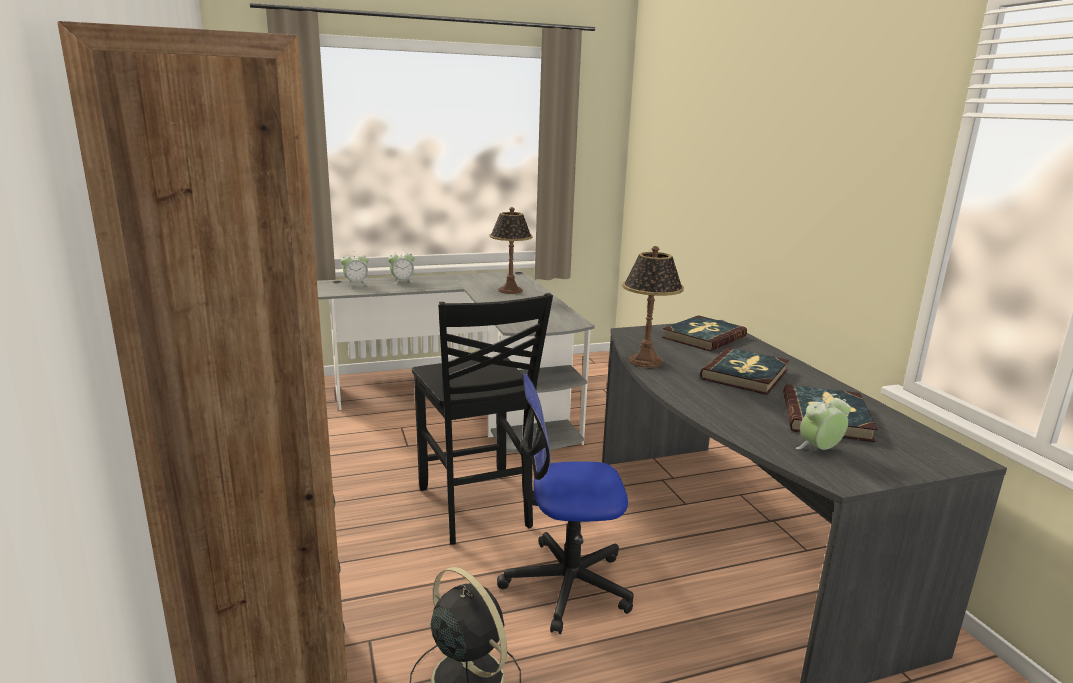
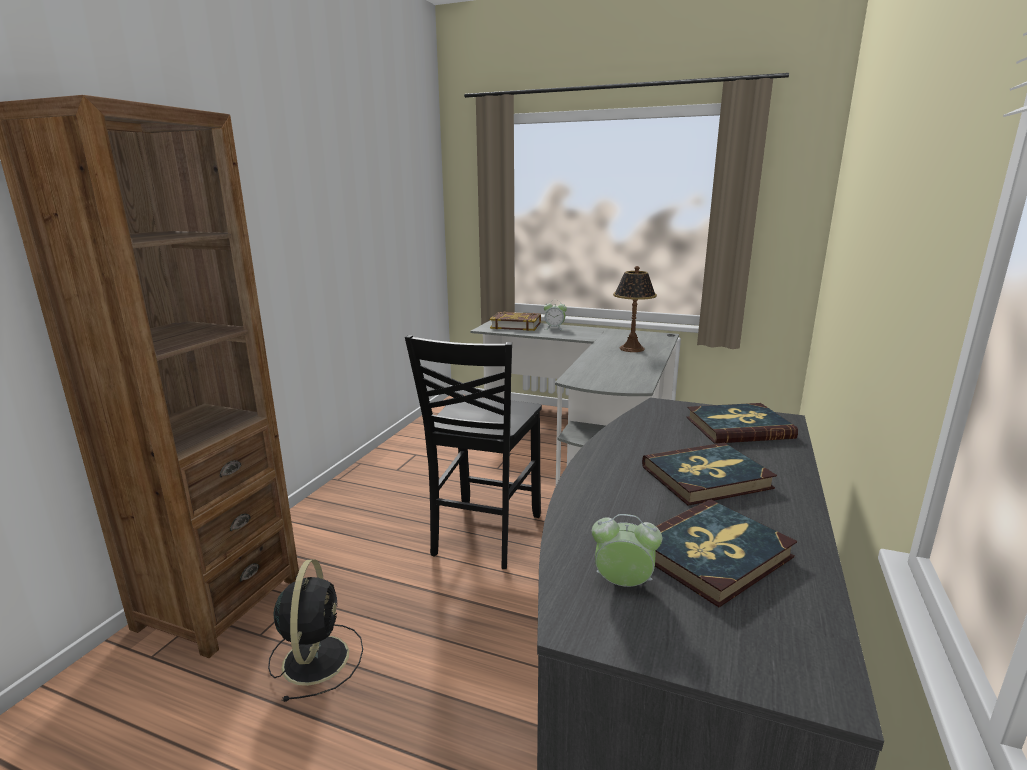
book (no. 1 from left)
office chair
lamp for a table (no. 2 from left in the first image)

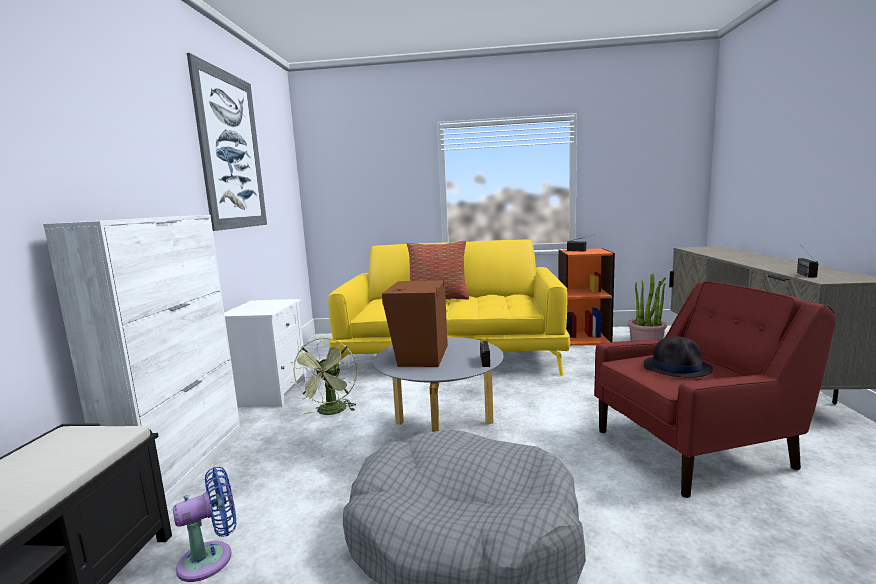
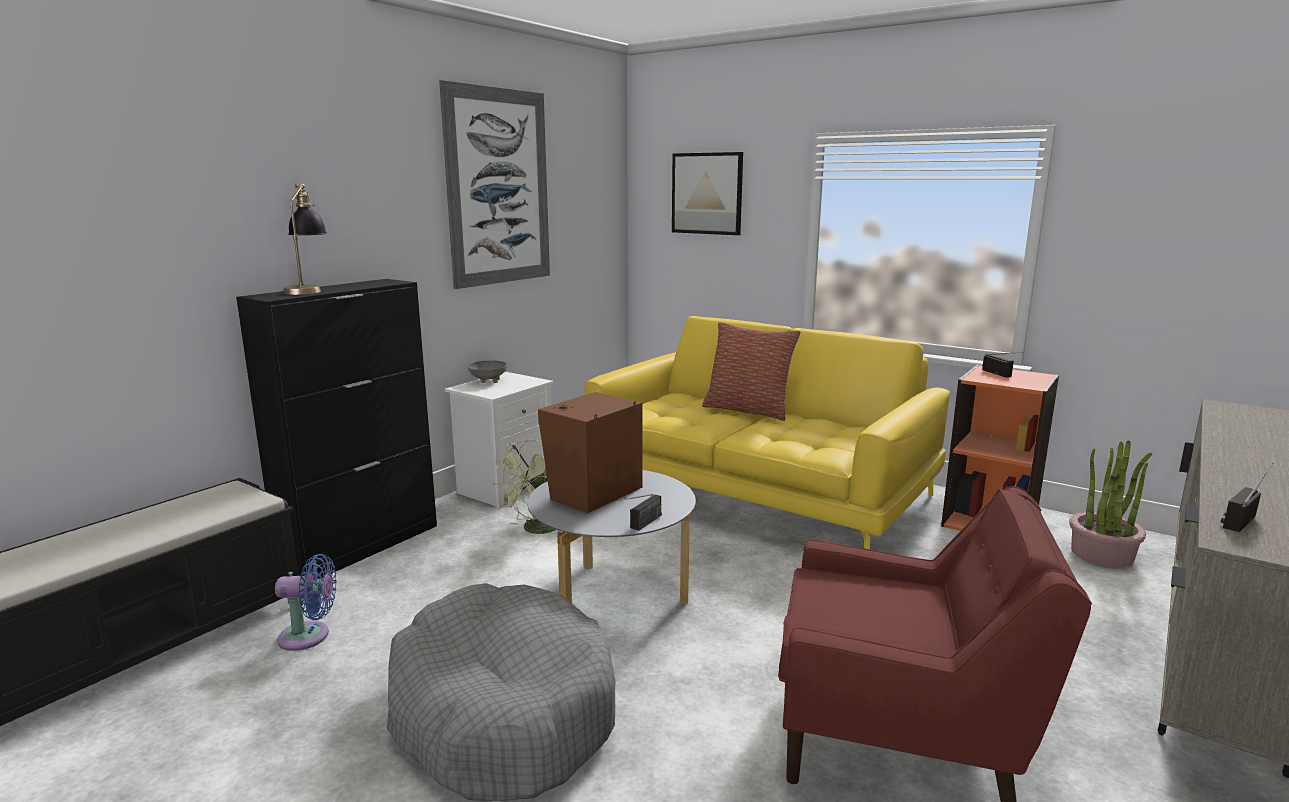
black-coloured storage cabinet
black-coloured hat
lamp for a table
gray bowl
wall picture (no. 2 from left)

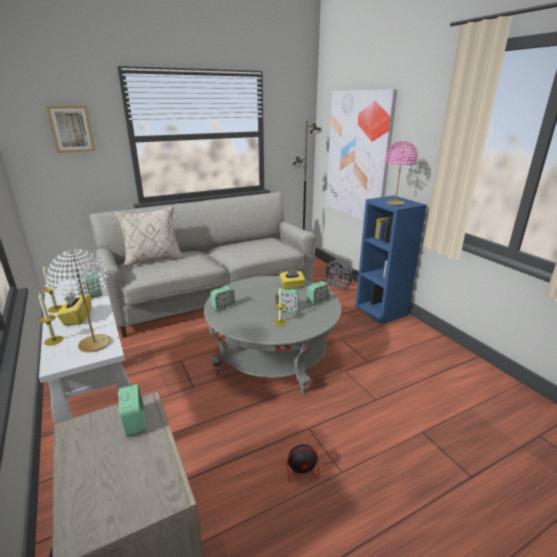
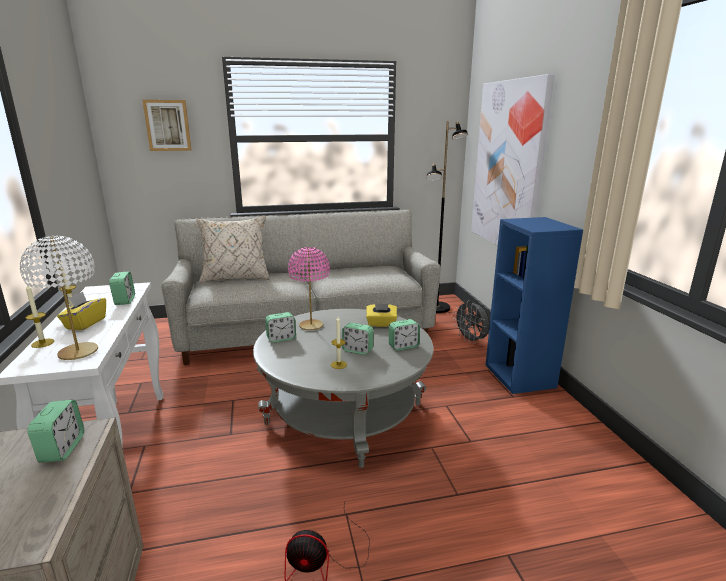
pink-coloured lamp for a table

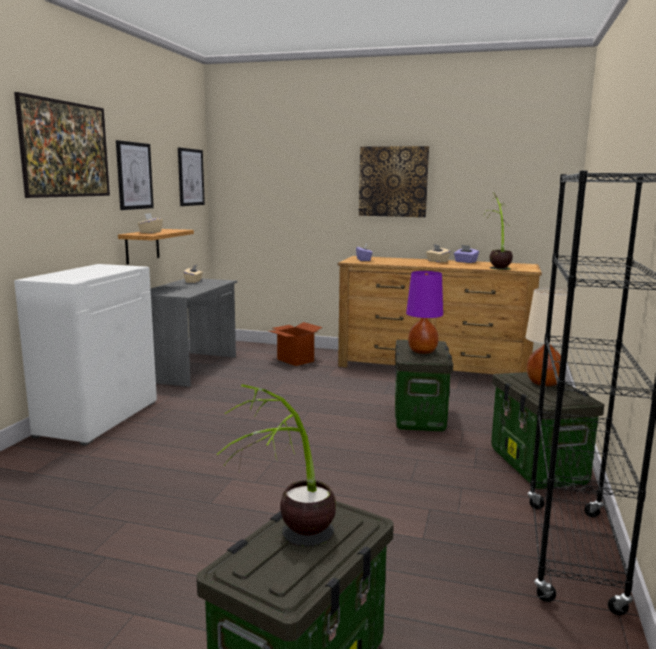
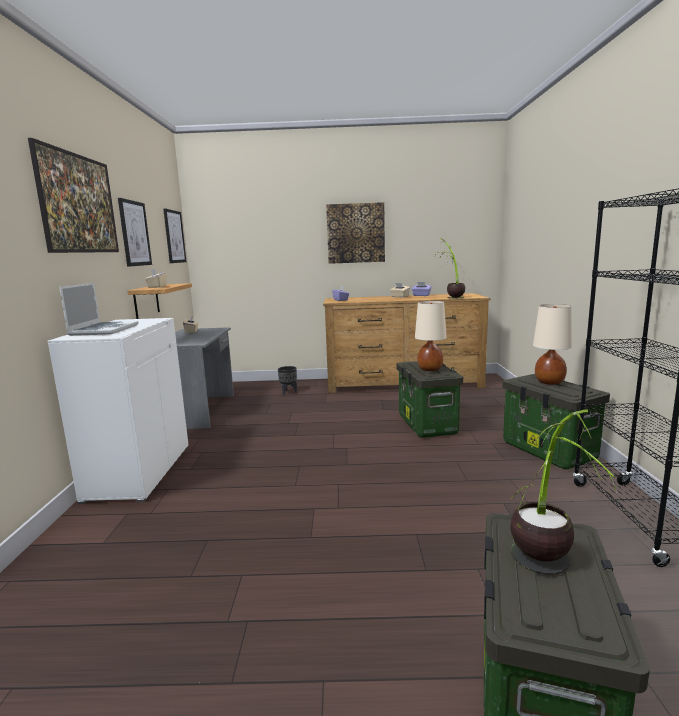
black-coloured flower pot
sand-coloured lamp for a table (no. 1 from left)
portable computer

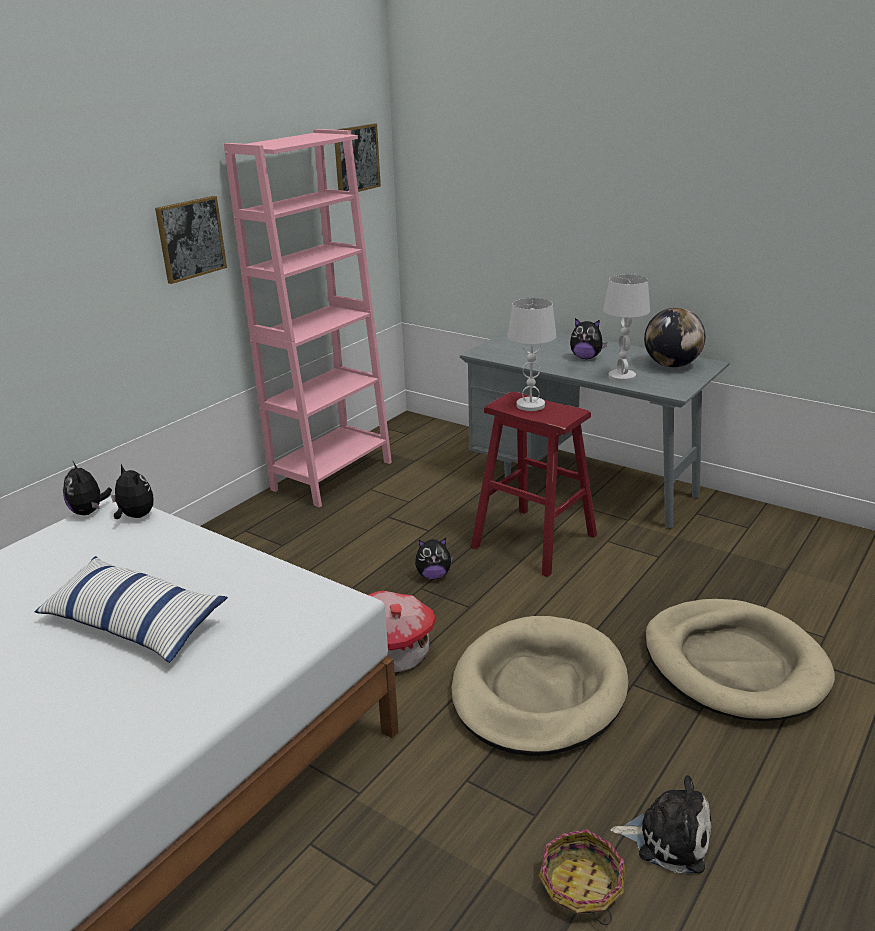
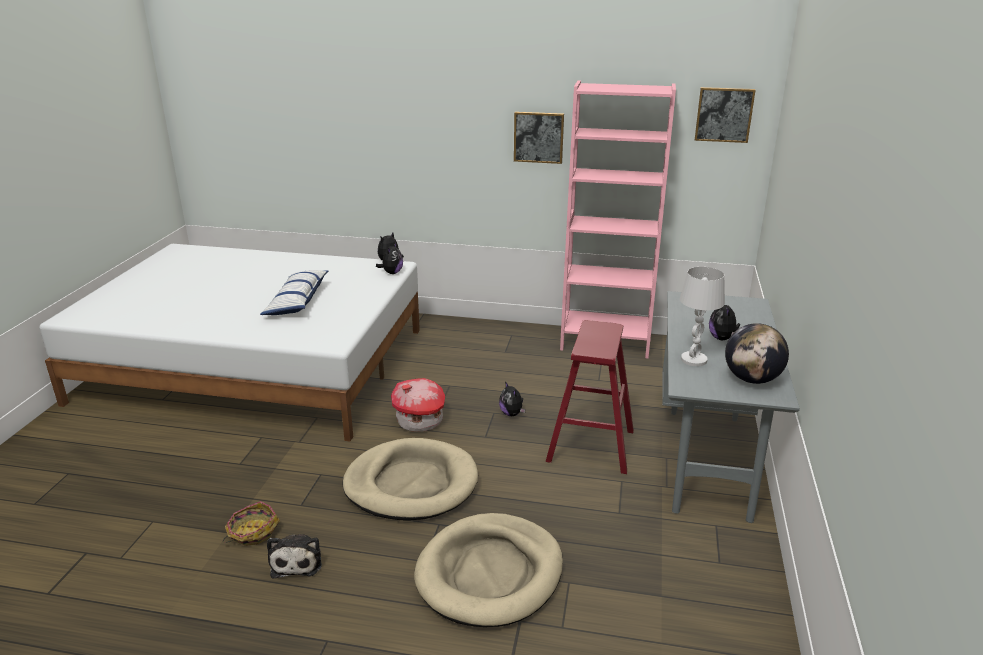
whitish lamp for a table (no. 1 from left in the first image)

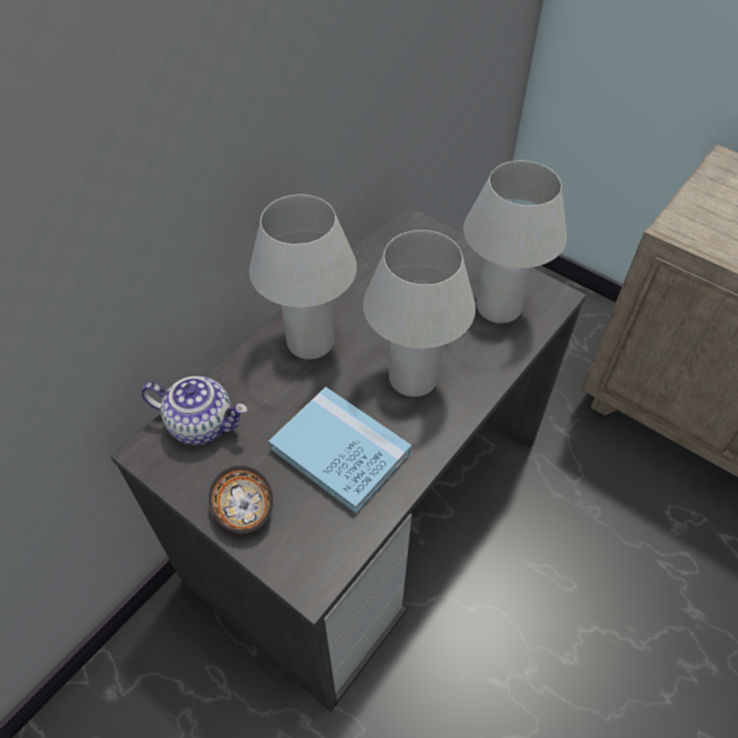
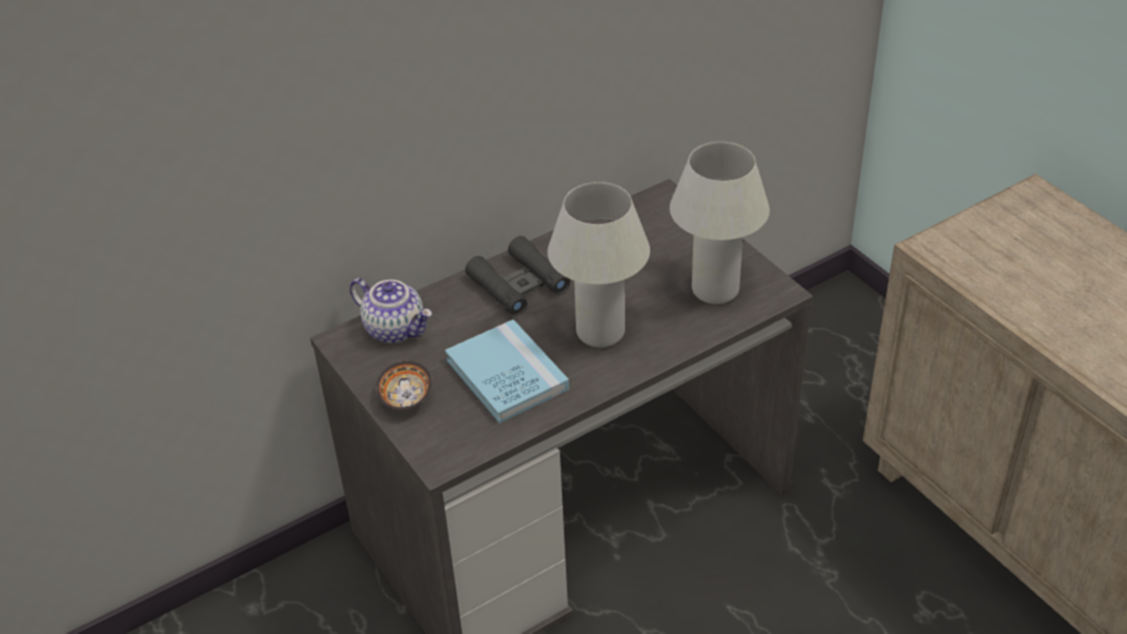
black-coloured pair of binoculars

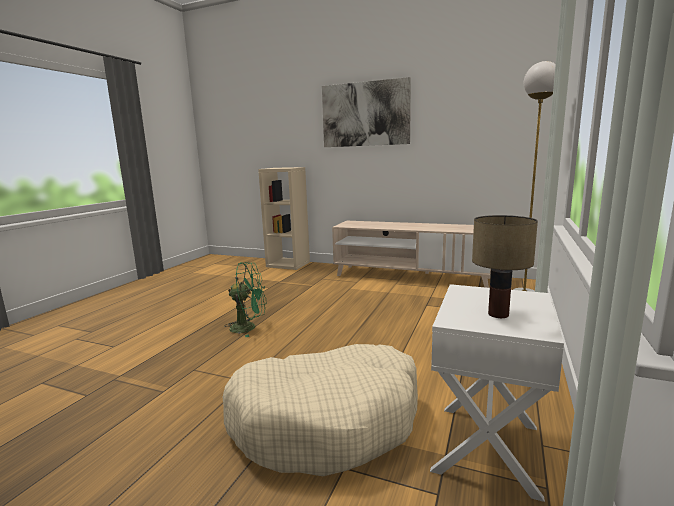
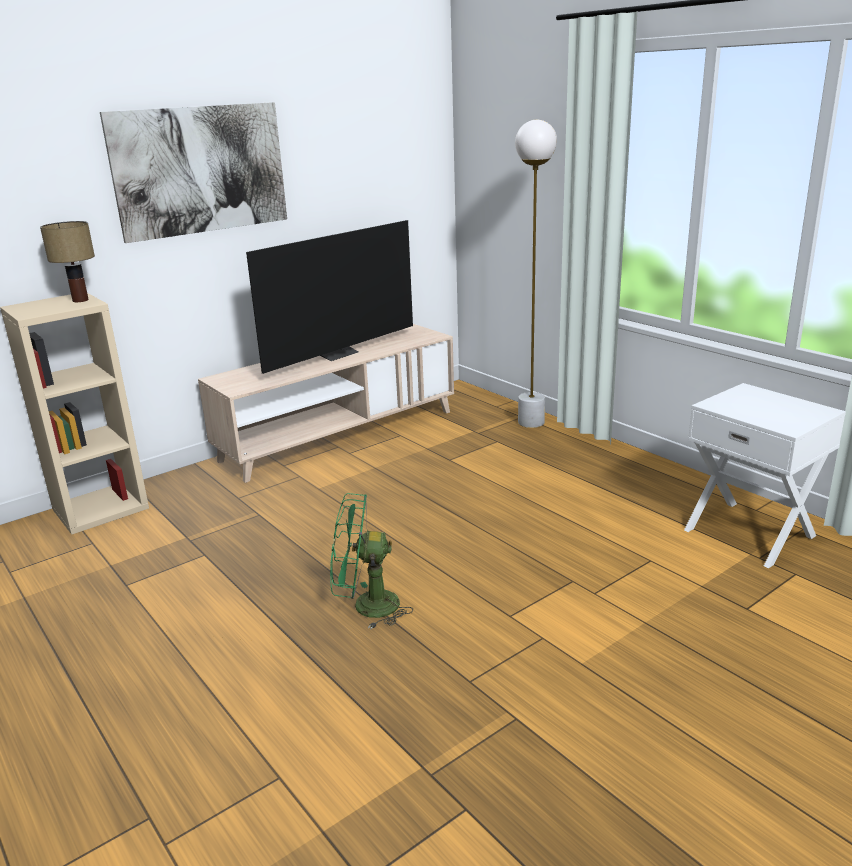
sand-coloured pet bed
green cooling fan
lamp for a table
TV

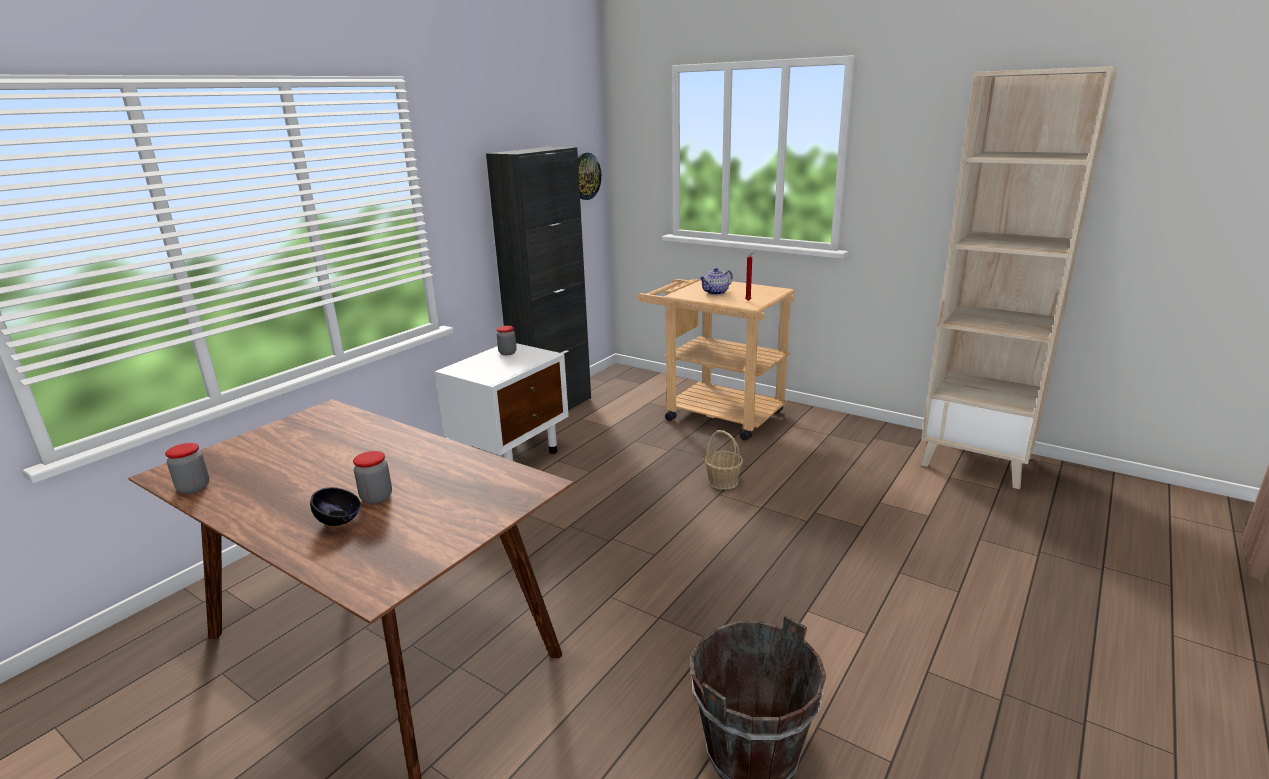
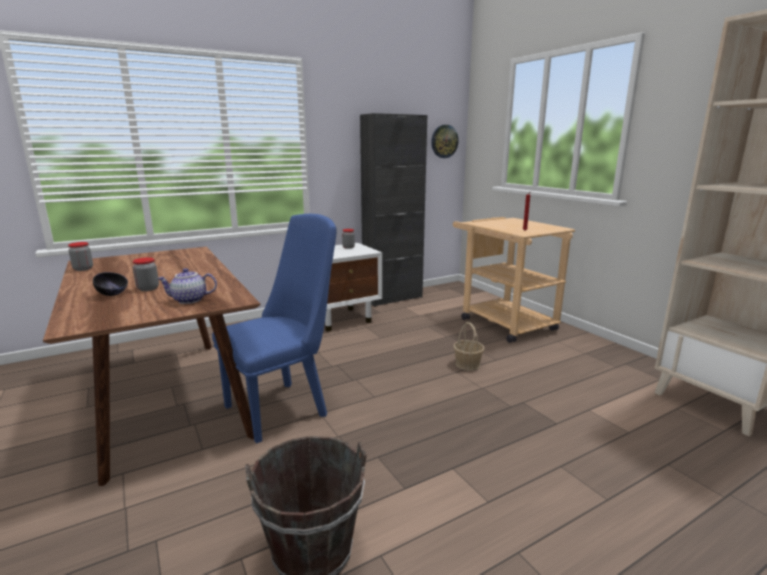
pot for tea
bluish upright chair

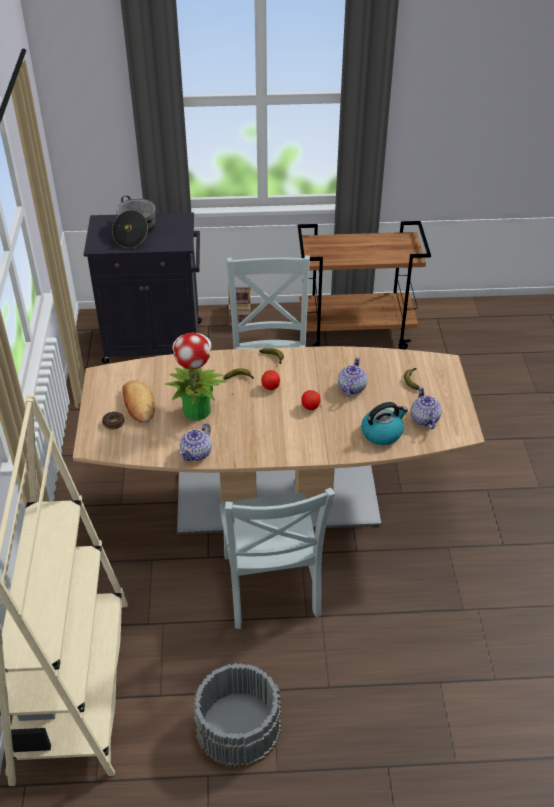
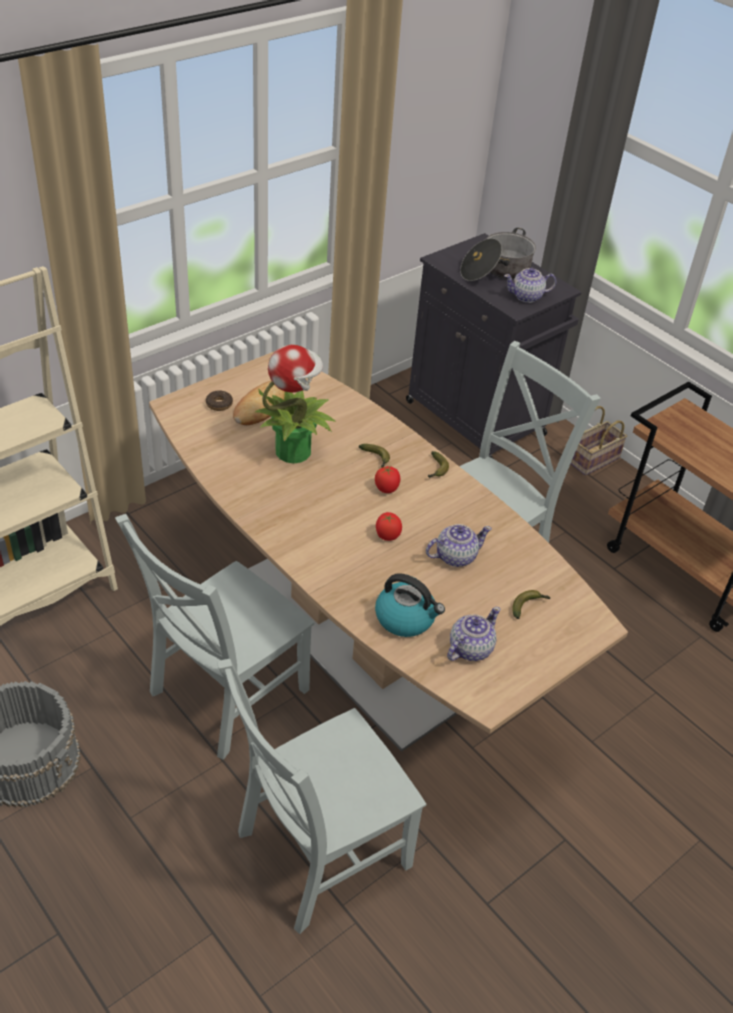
pot for tea (no. 3 from left)
gray upright chair (no. 2 from left)

